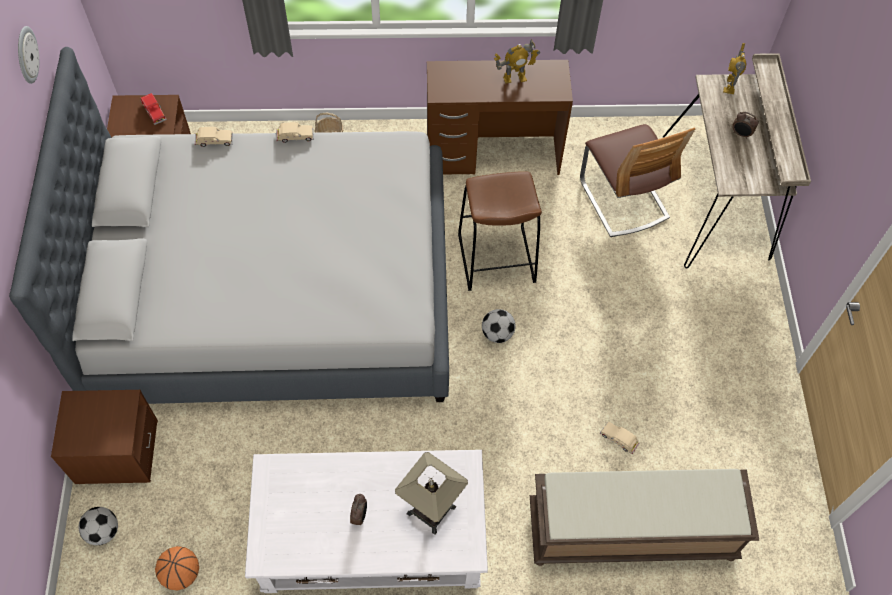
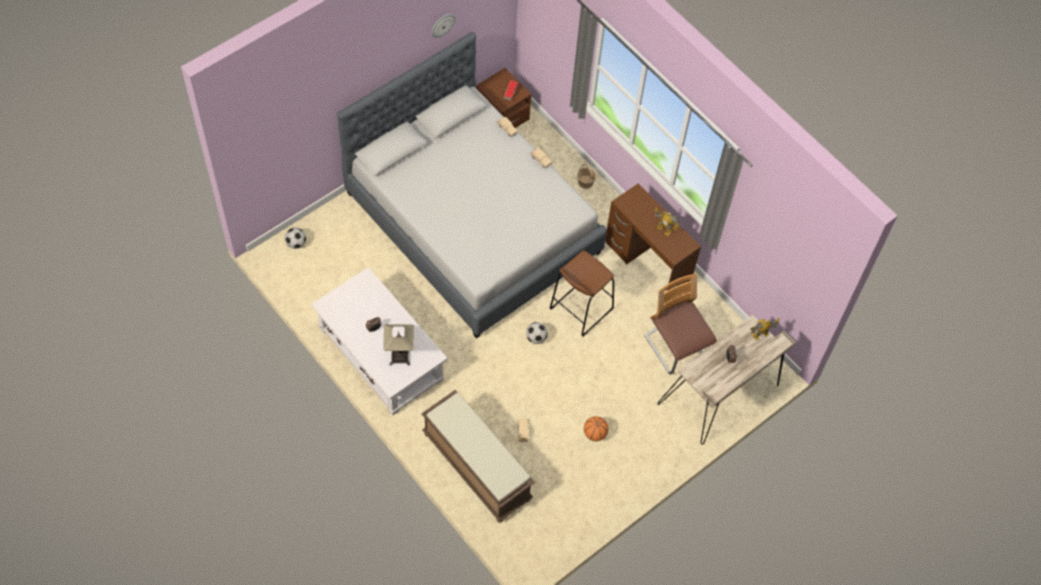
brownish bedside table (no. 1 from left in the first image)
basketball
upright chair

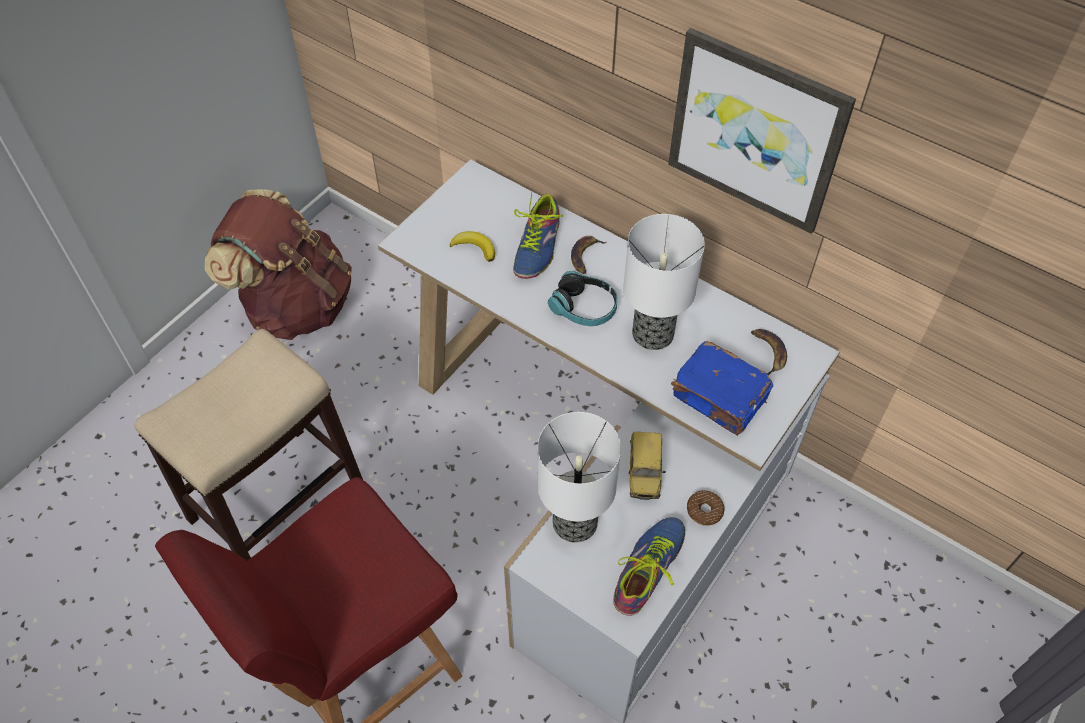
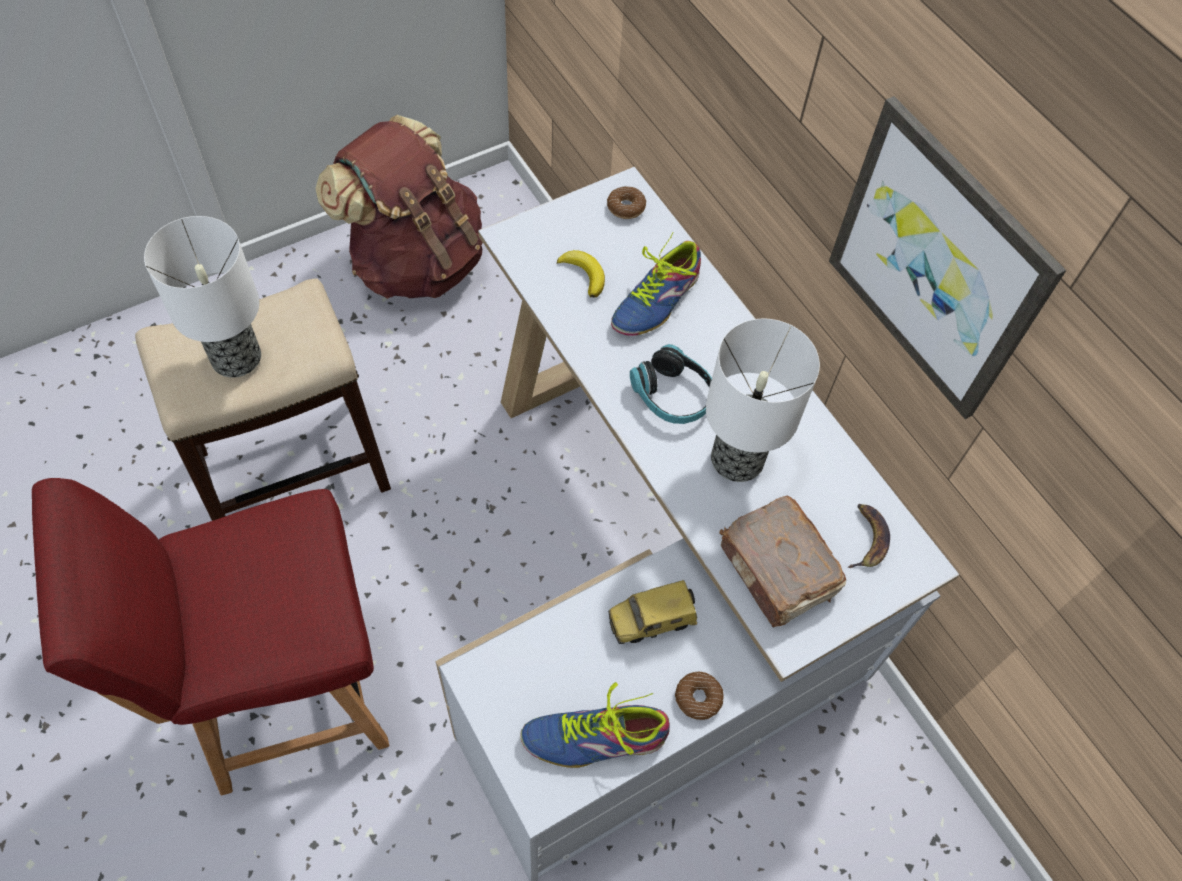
lamp for a table (no. 1 from left)
banana fruit (no. 2 from left in the first image)
item of footwear (no. 1 from left)
toy car
brownish book
ring doughnut (no. 1 from left)

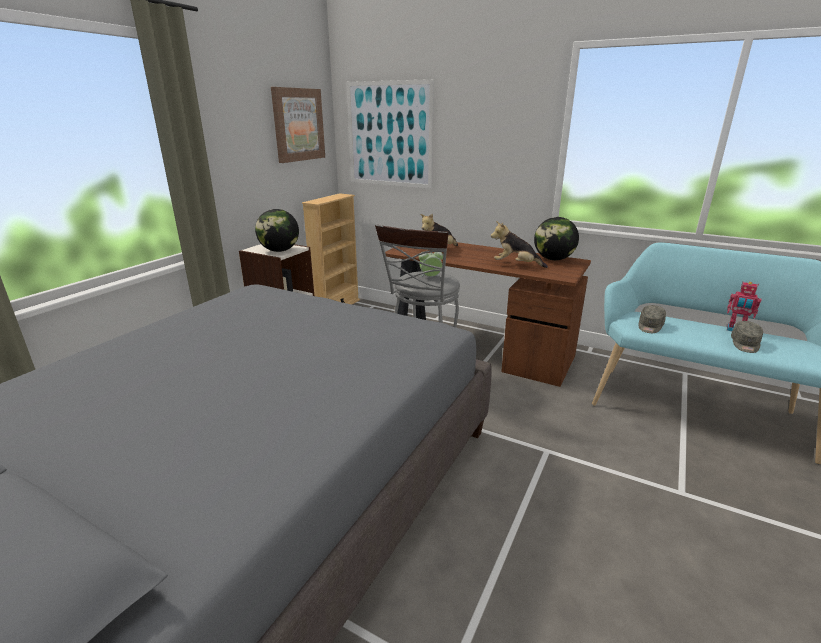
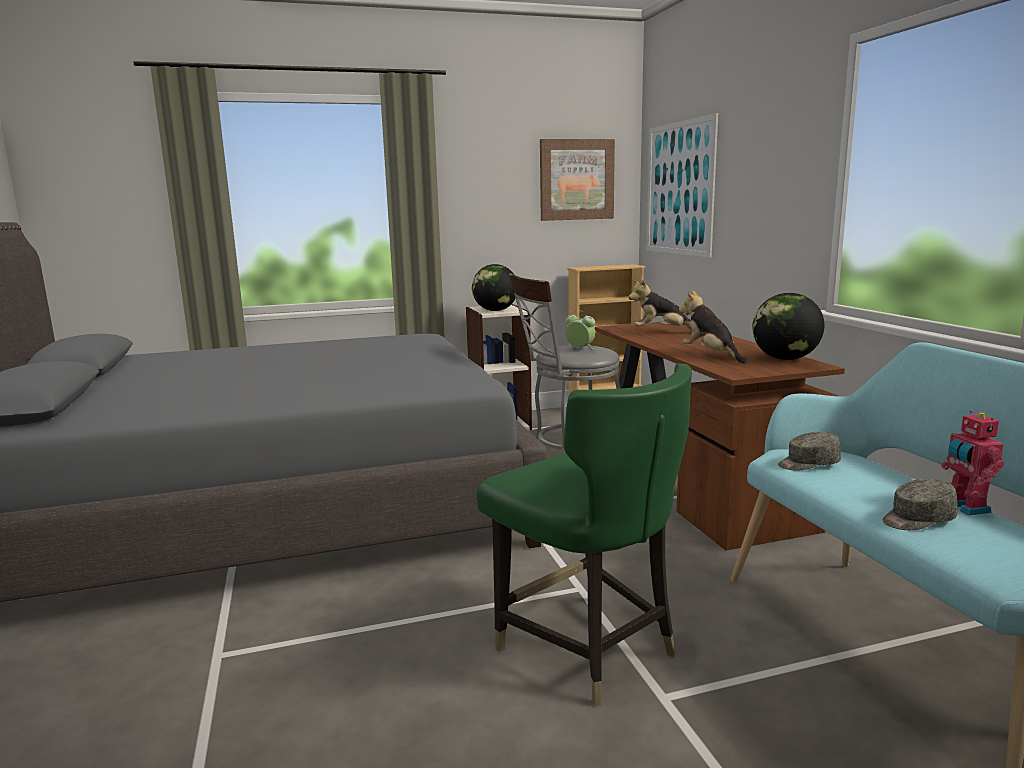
green upright chair

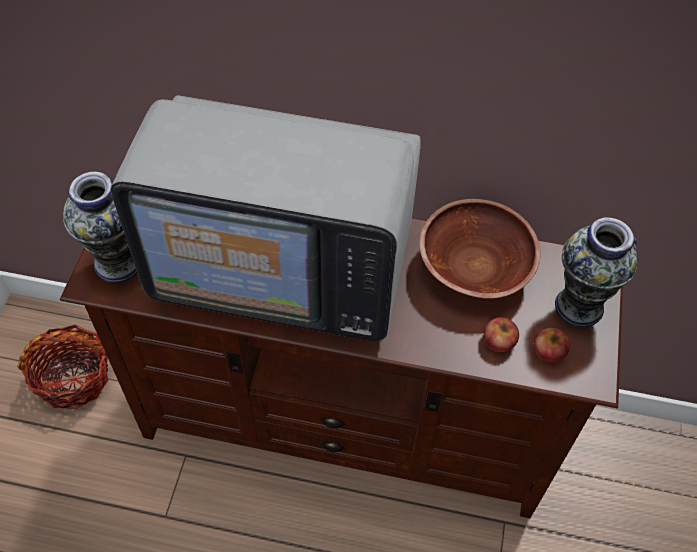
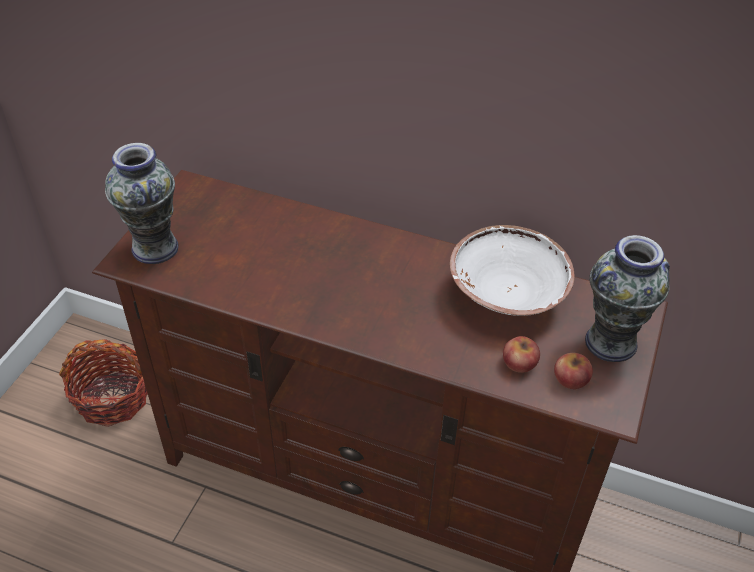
TV
whitish bowl

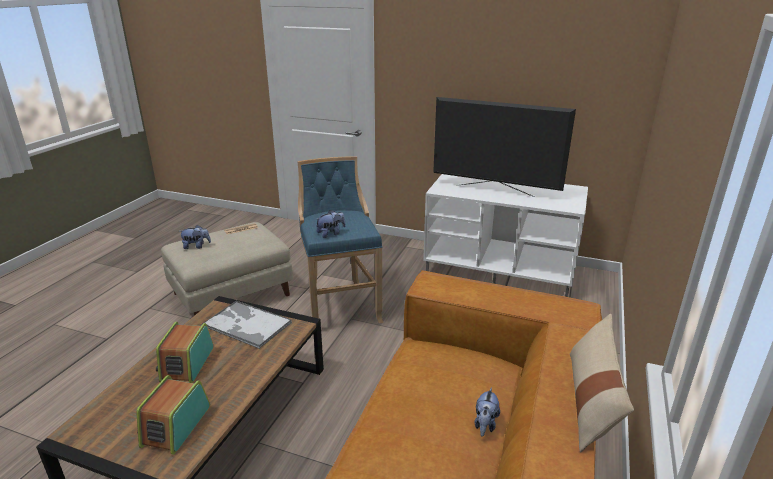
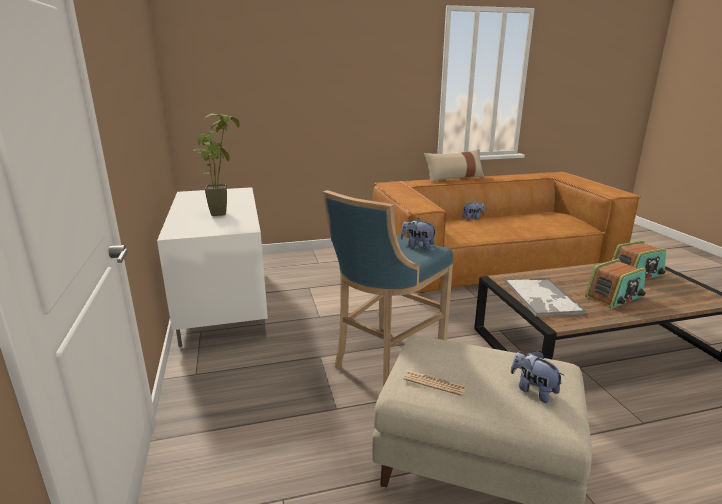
houseplant

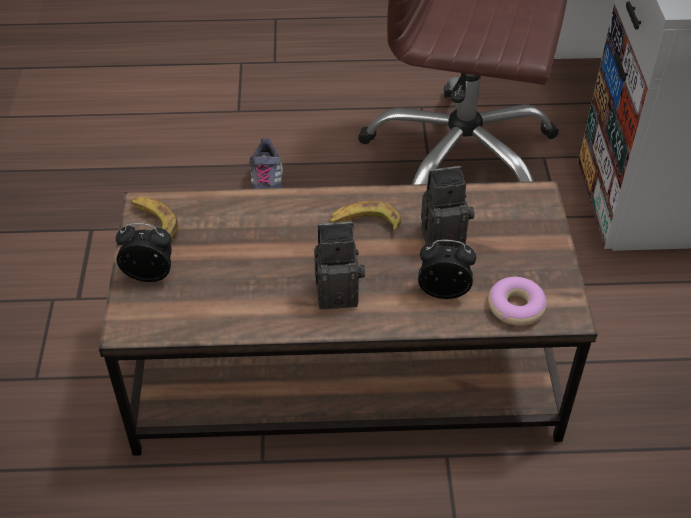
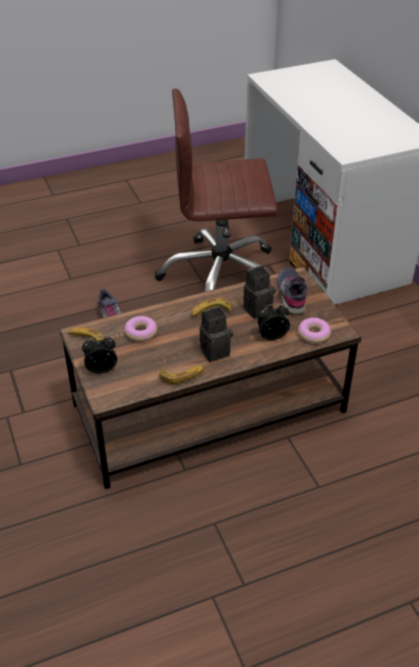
ring doughnut (no. 1 from left)
banana fruit (no. 2 from left)
gray item of footwear (no. 2 from left)

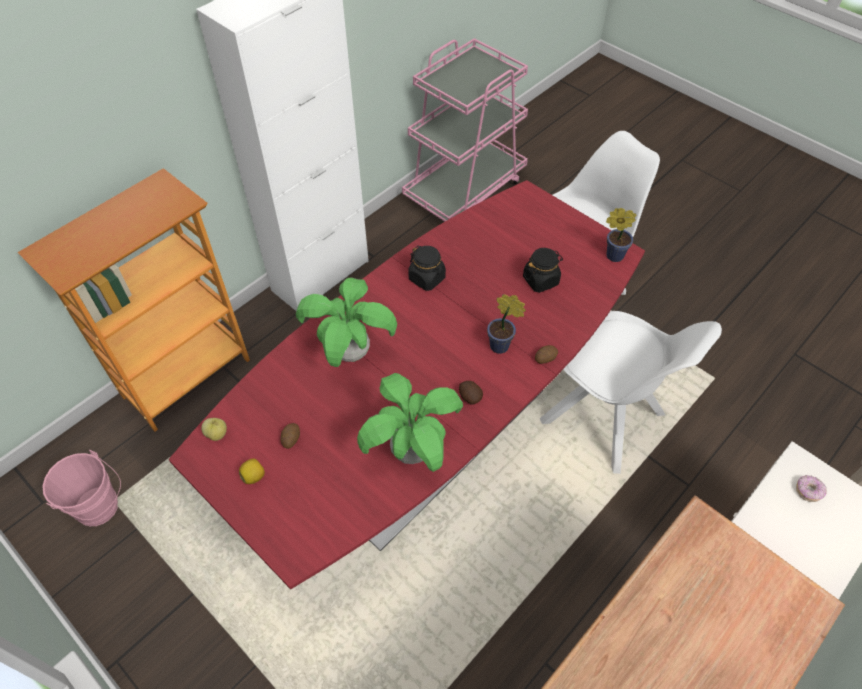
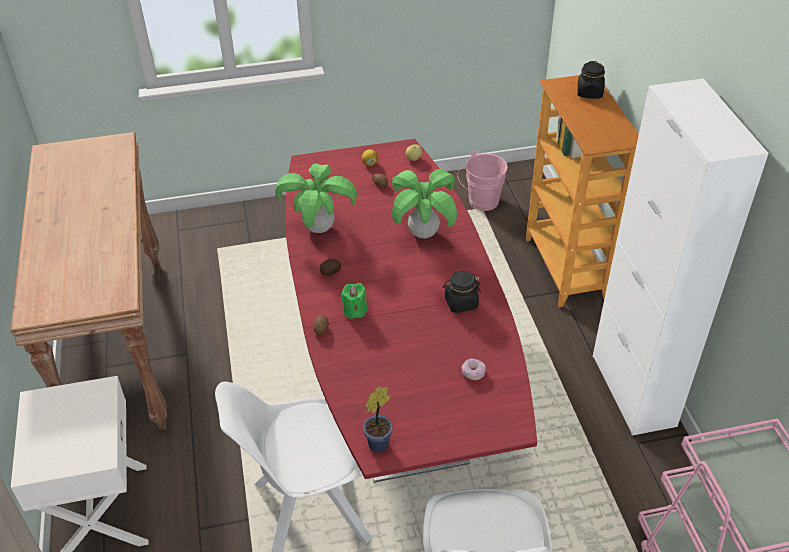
green candle
black-coloured storage jar (no. 2 from left)
ring doughnut

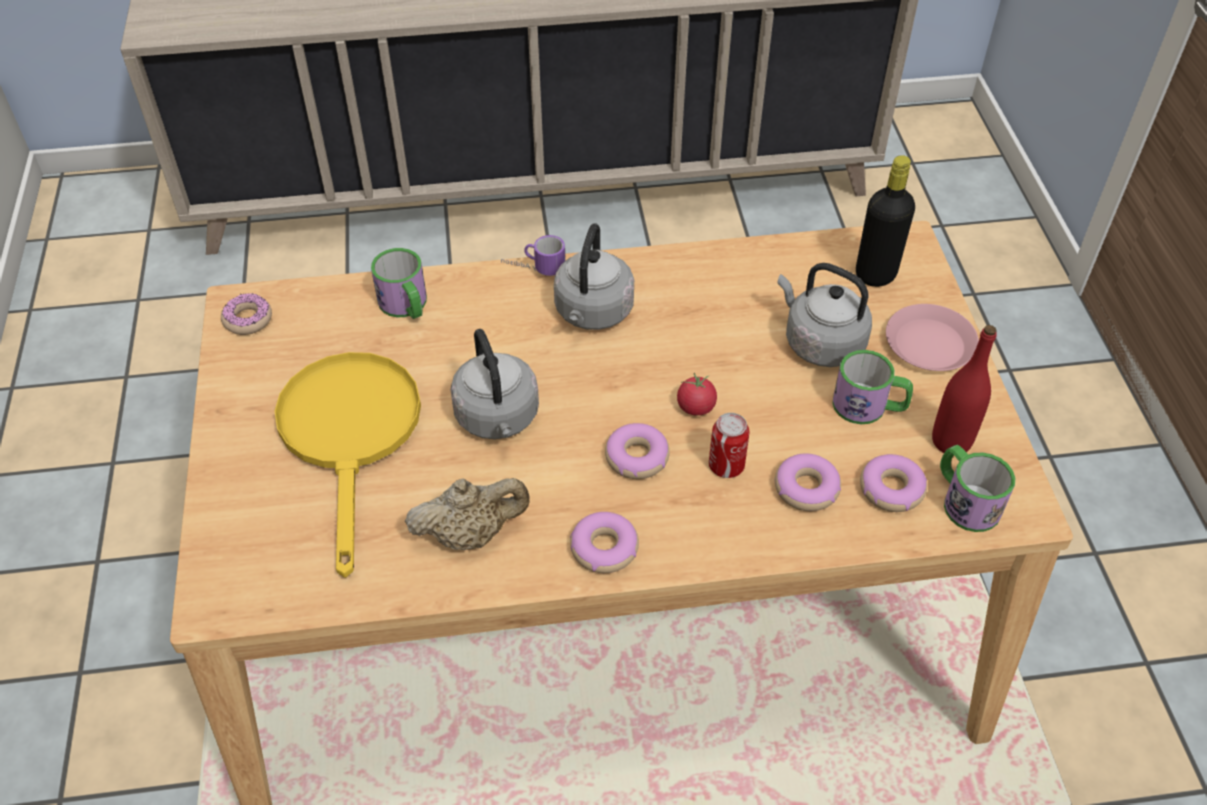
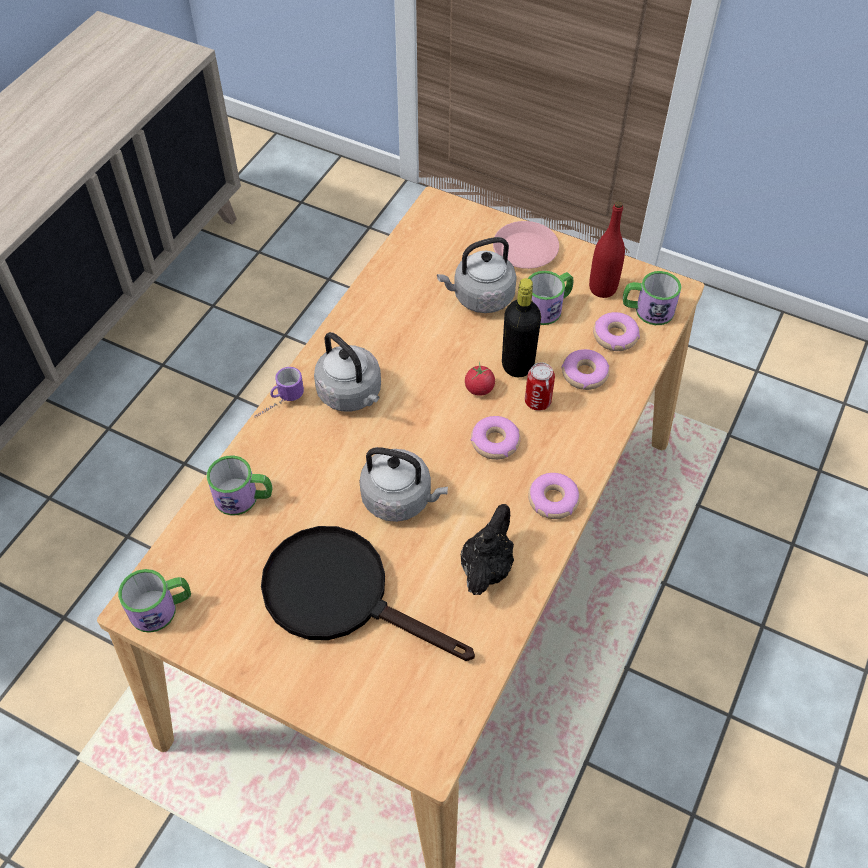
coffee mug (no. 1 from left)
black-coloured skillet
black-coloured pot for tea
black-coloured beverage bottle

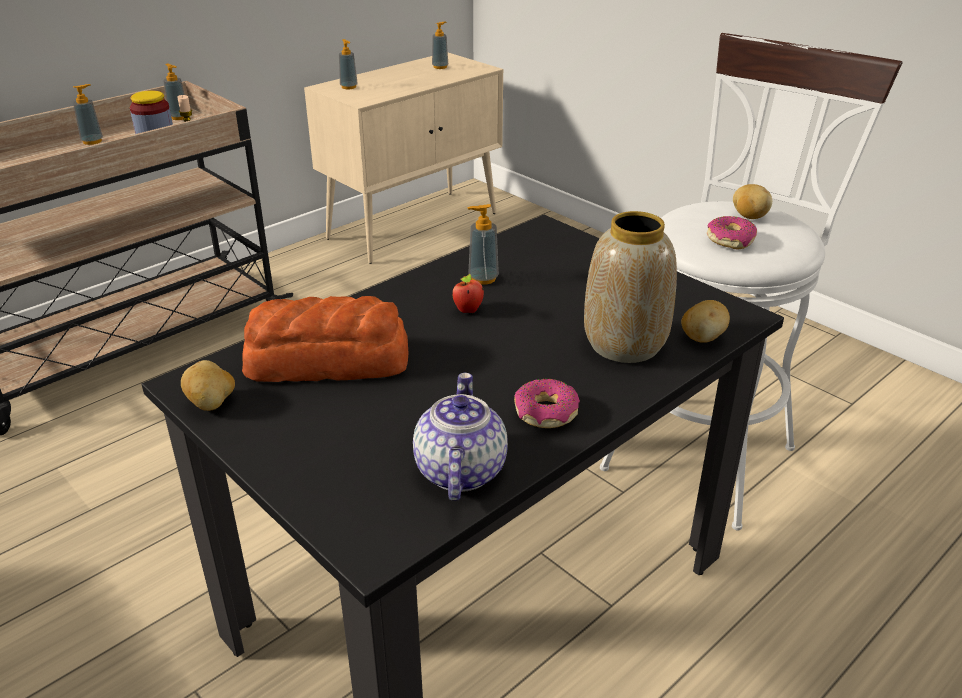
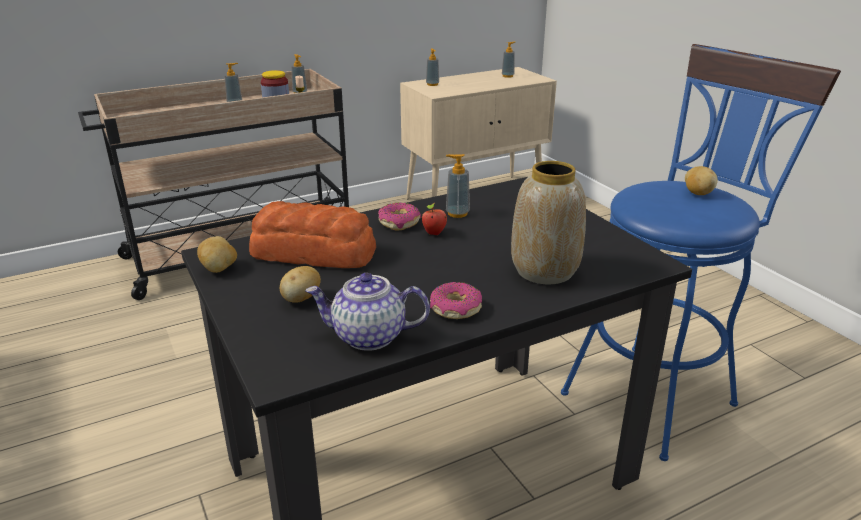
pot for tea
bluish sitting stool
potato (no. 2 from left)
ring doughnut (no. 1 from left)

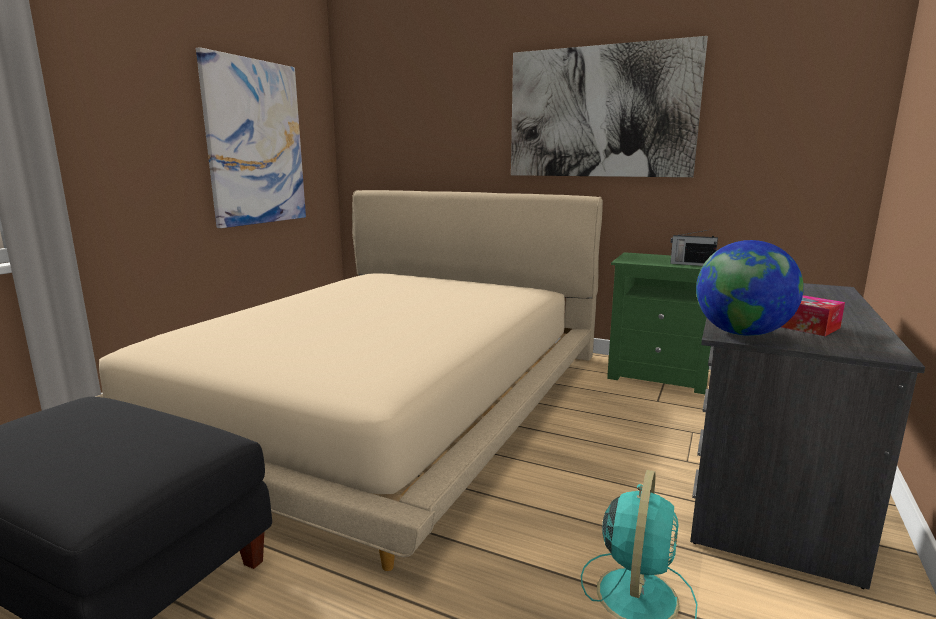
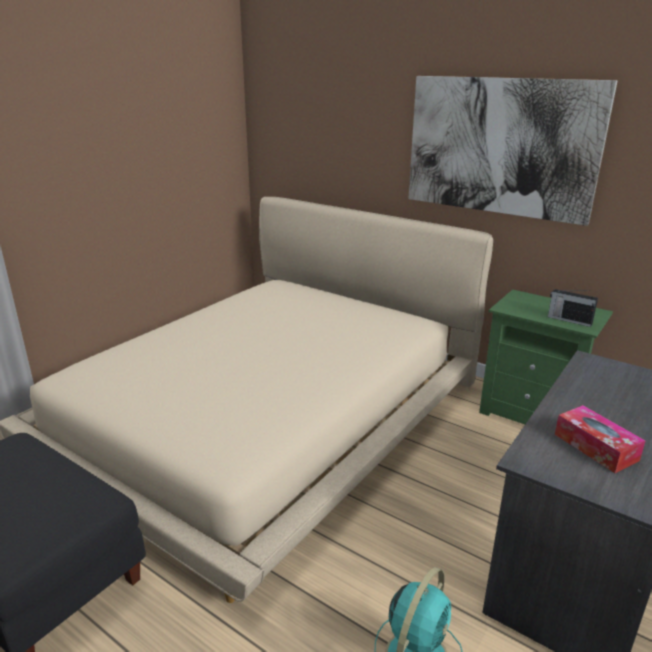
wall picture (no. 1 from left in the first image)
desk globe

